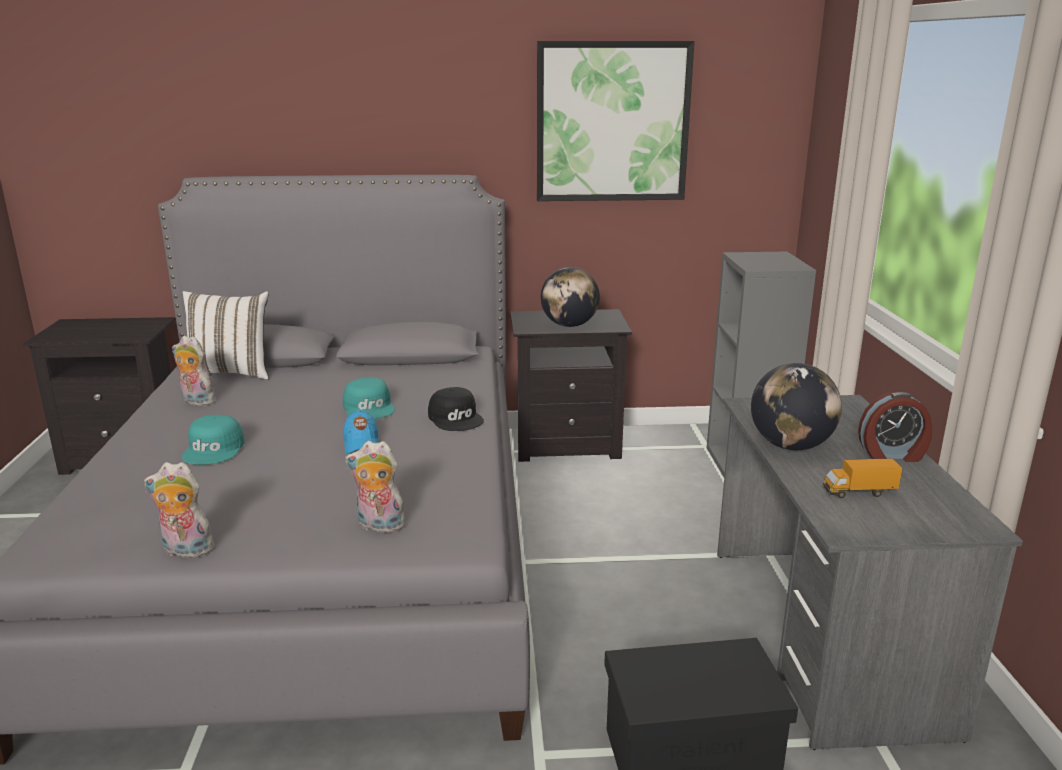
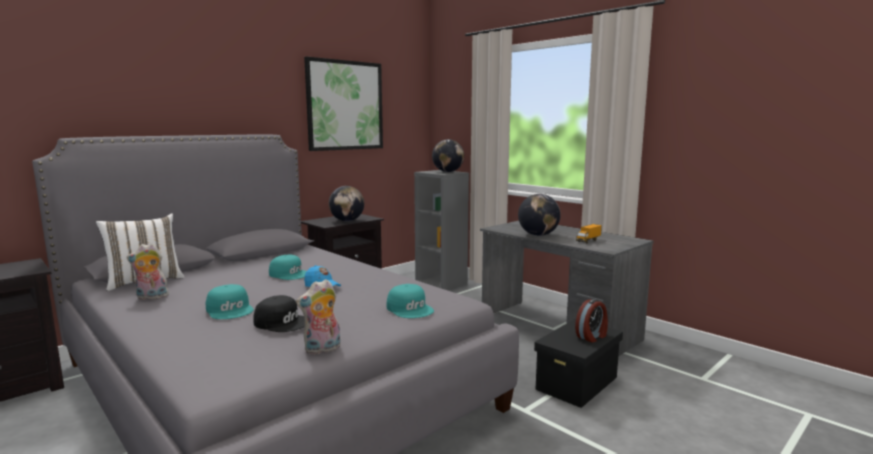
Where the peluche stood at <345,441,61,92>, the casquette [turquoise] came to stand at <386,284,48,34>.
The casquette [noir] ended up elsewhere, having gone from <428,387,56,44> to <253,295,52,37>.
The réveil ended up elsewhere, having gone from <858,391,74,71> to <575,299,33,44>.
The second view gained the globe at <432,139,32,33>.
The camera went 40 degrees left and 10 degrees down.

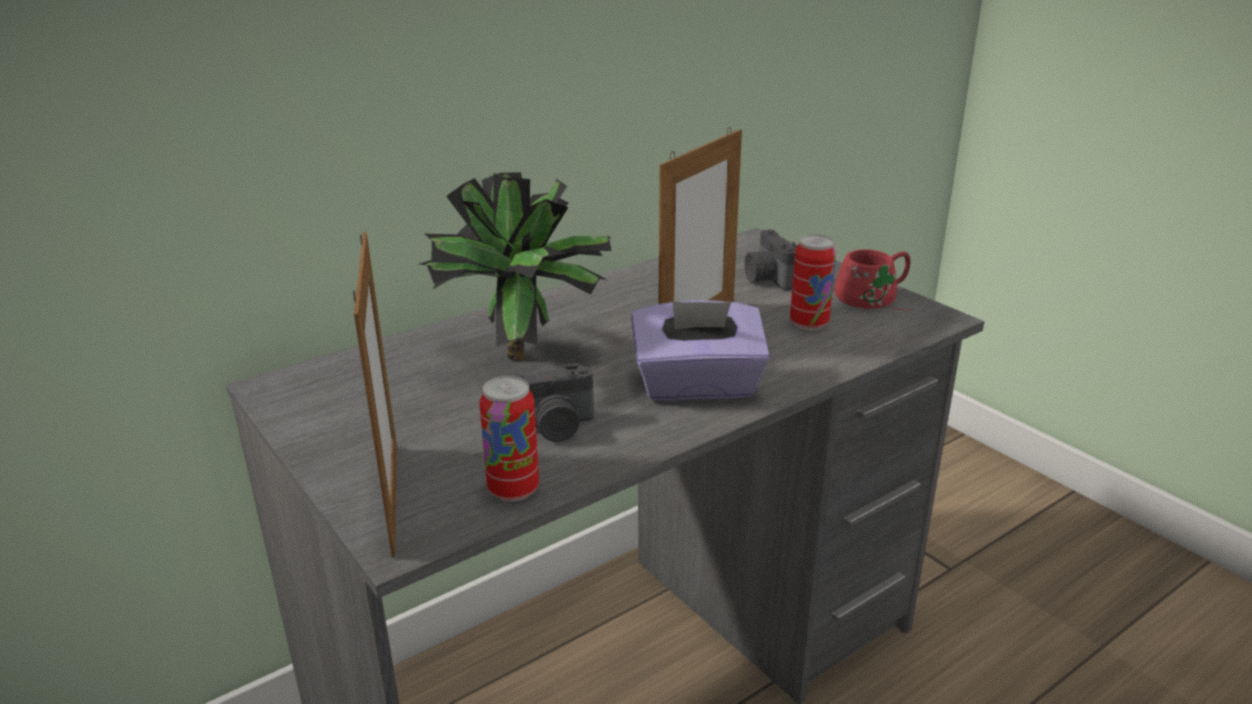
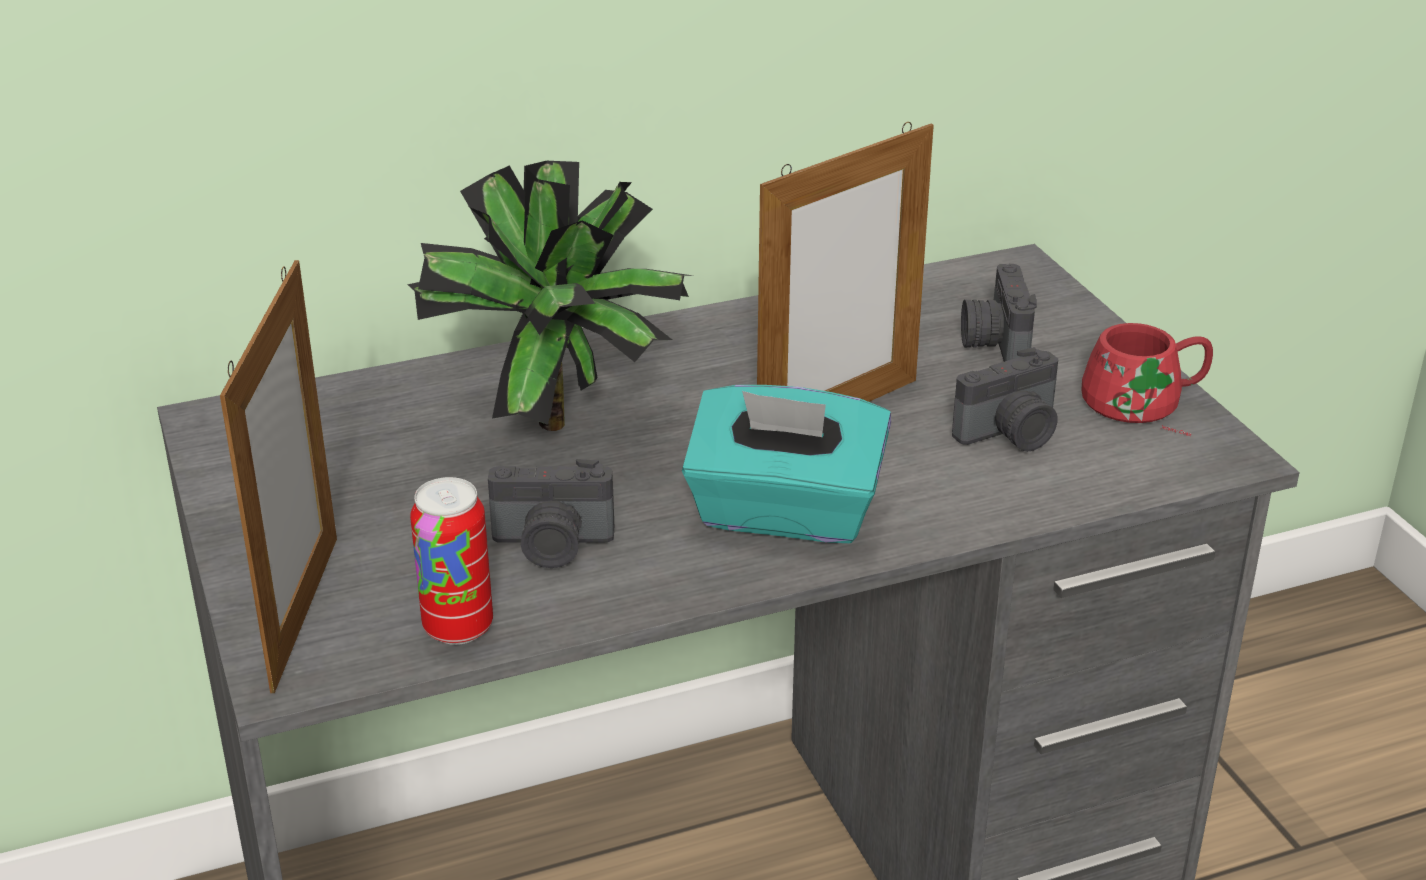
What was the boîte à mouchoirs [violet] at <631,300,139,101> turned into the boîte à mouchoirs [turquoise] at <682,385,209,158>.
Where the boîte métallique stood at <790,234,46,96>, the appareil photo came to stand at <952,347,106,105>.
The camera went 15 degrees right and 5 degrees up.

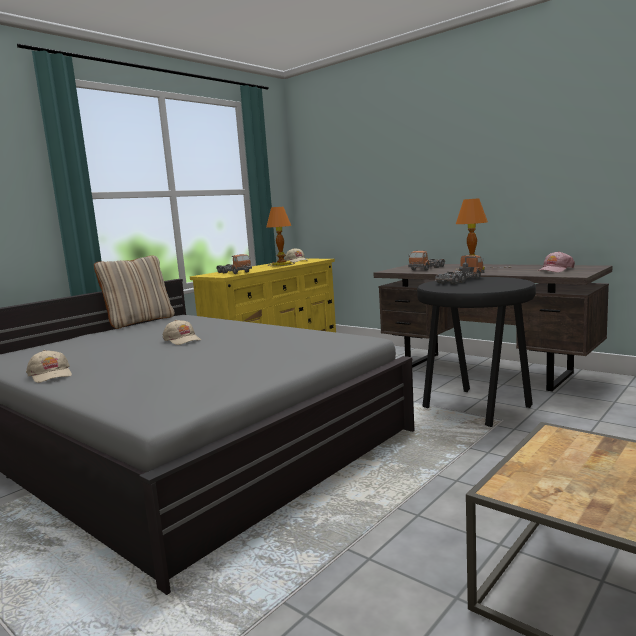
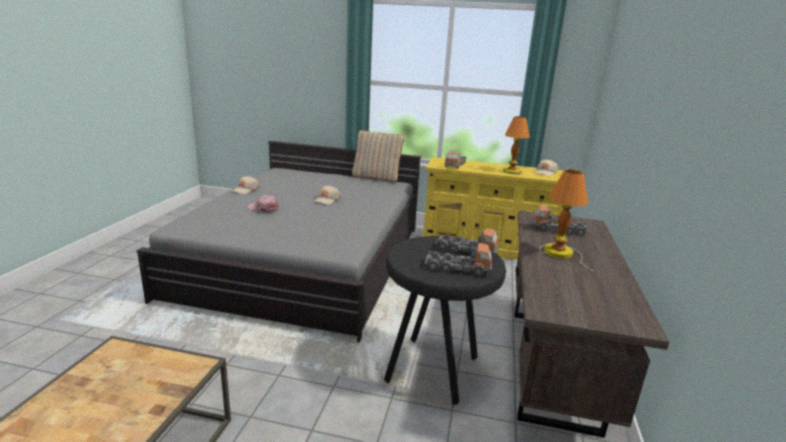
The casquette [rose] ended up elsewhere, having gone from <538,251,37,21> to <248,195,31,18>.
The second view gained the camion jouet at <425,243,67,33>.
The camera went 60 degrees right and 10 degrees up.

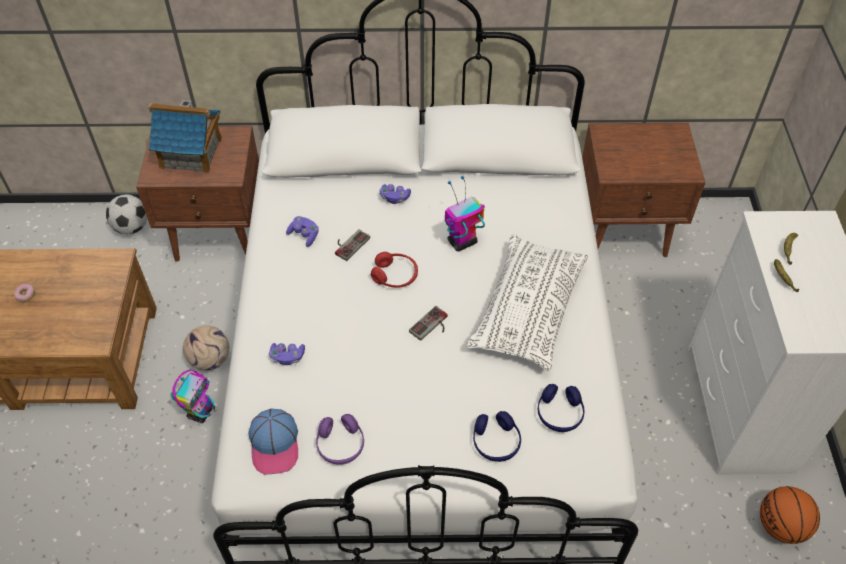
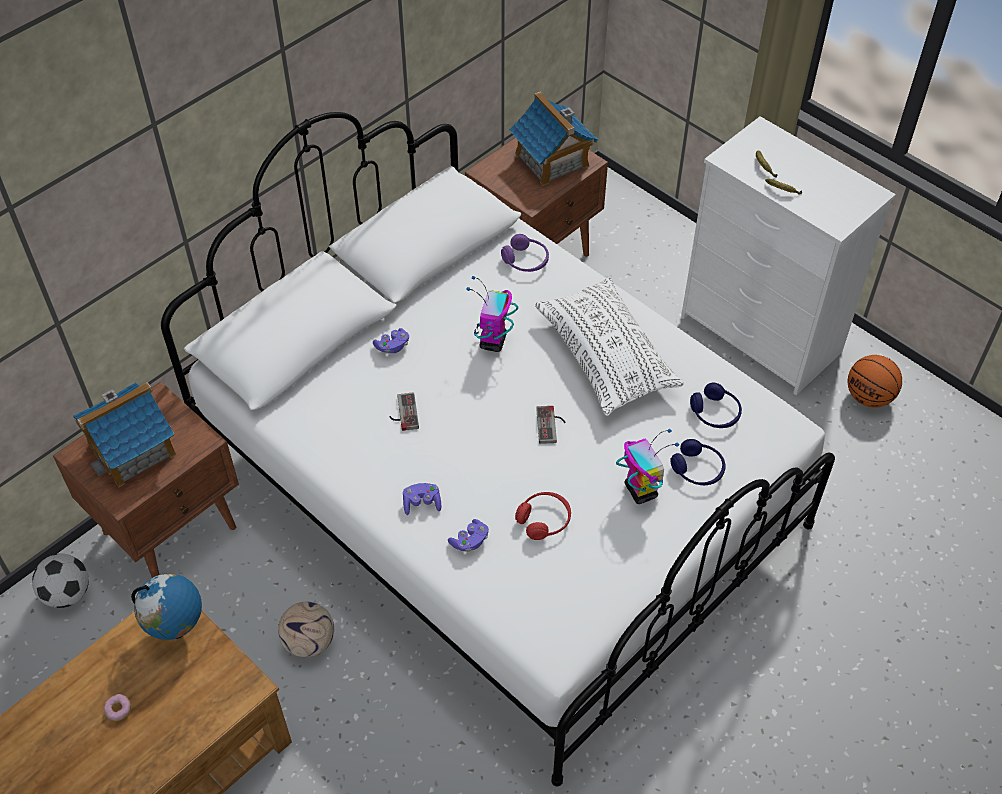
The robot jouet ended up elsewhere, having gone from <171,370,44,53> to <616,429,63,75>.
The second view lost the casquette at <248,408,50,67>.
The manette [violet] ended up elsewhere, having gone from <286,216,33,31> to <403,483,38,32>.
The casque audio [violet] ended up elsewhere, having gone from <316,414,48,51> to <501,234,48,38>.
The casque audio [rouge] ended up elsewhere, having gone from <371,252,47,36> to <515,492,56,48>.
The second view gained the globe at <131,573,71,67>.
The second view gained the maison miniature at <509,92,89,94>.
The camera went 45 degrees left and 0 degrees up.

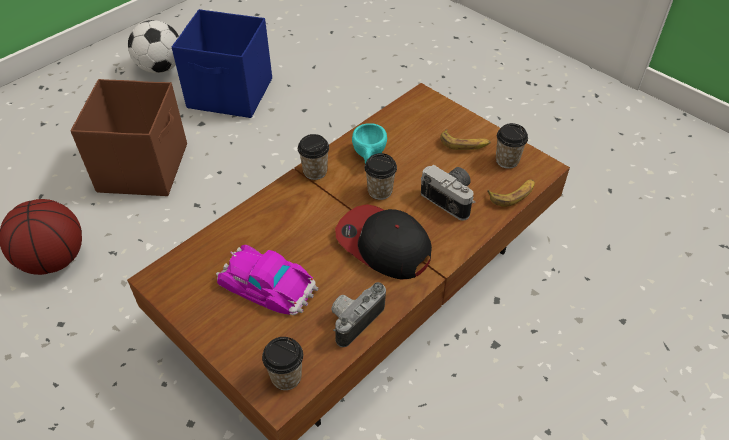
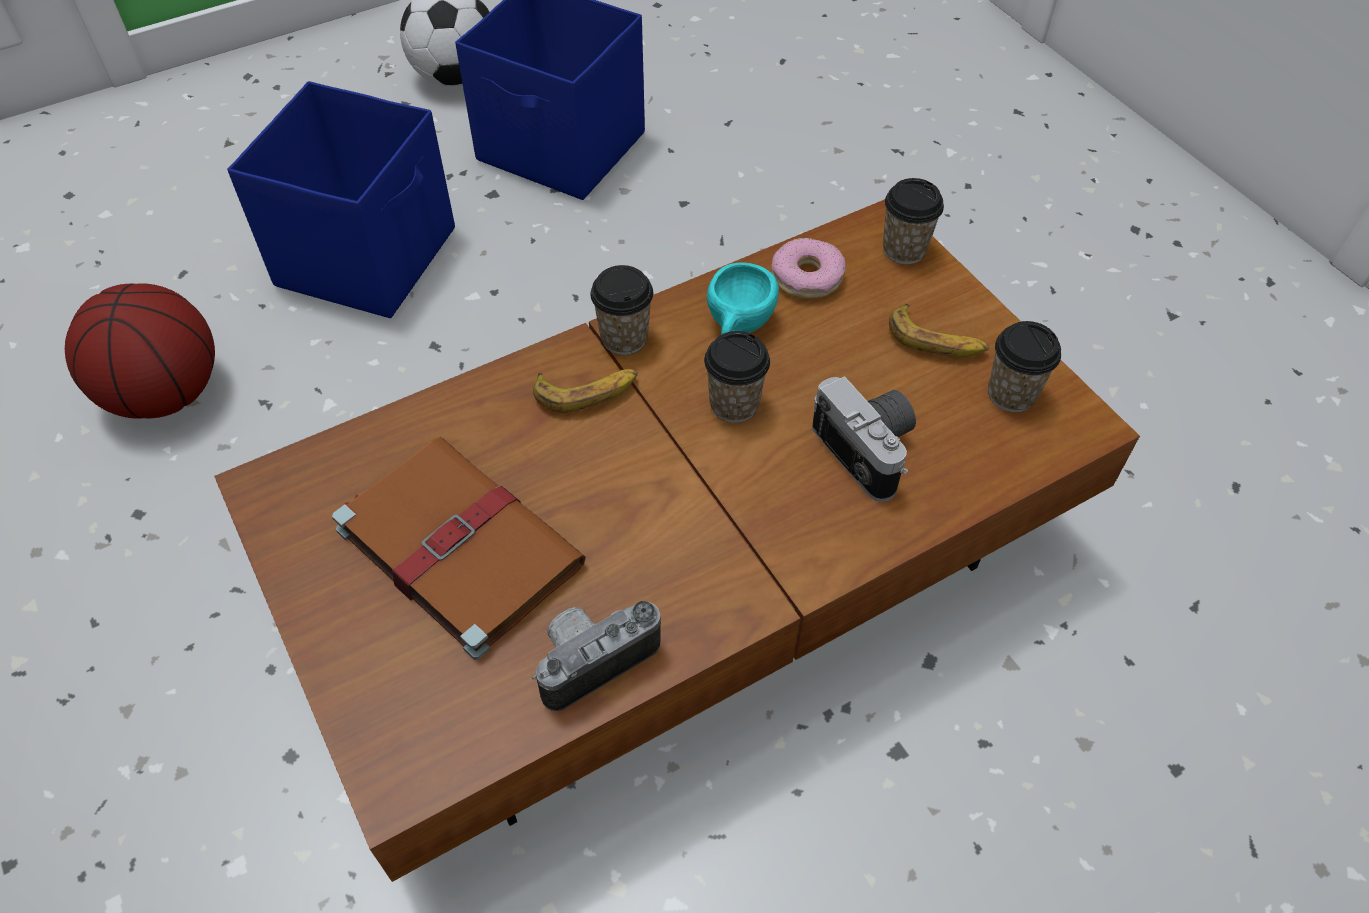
What was the boîte de rangement [marron] at <70,79,117,117> turned into the boîte de rangement [bleu] at <227,81,228,237>.
Where the petite voiture stood at <216,245,103,70>, the livre [marron] came to stand at <332,437,254,223>.
The tasse ended up elsewhere, having gone from <262,337,41,53> to <883,178,61,86>.
The second view lost the casquette at <335,204,97,75>.
The banane ended up elsewhere, having gone from <487,179,48,28> to <533,369,105,44>.
The second view gained the beignet at <772,238,74,61>.
The camera went 15 degrees right and 5 degrees up.

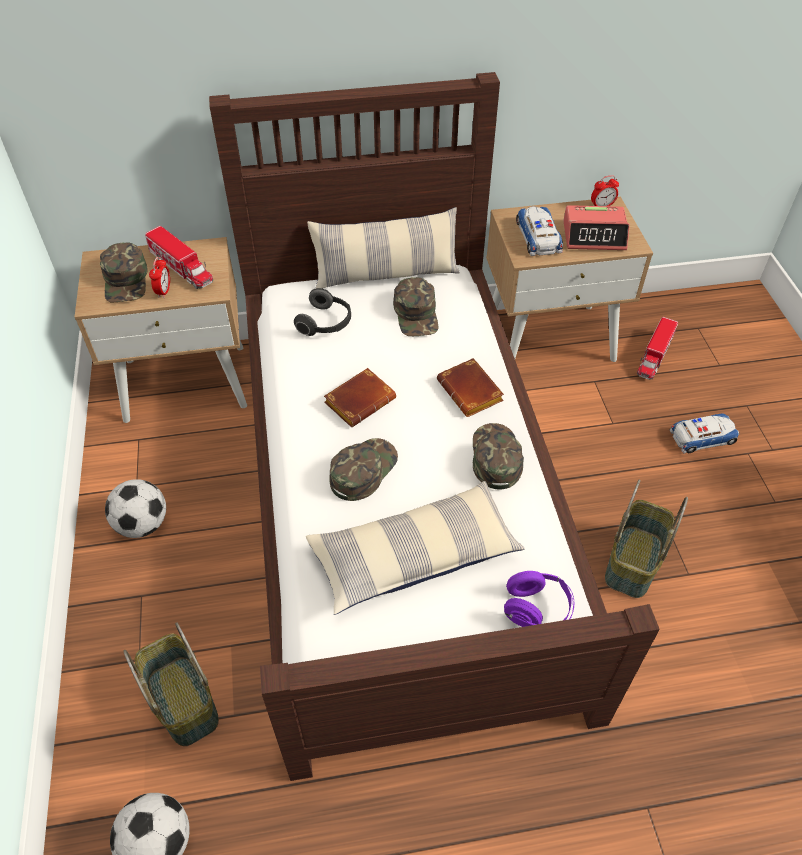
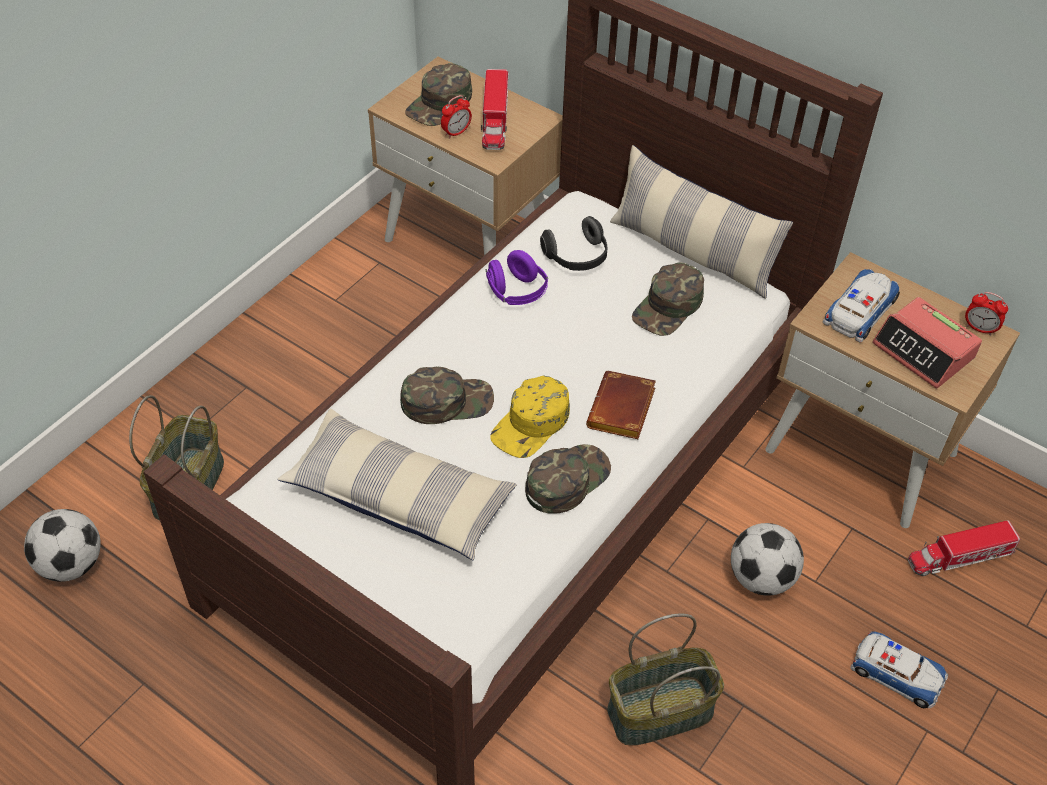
The ballon de foot ended up elsewhere, having gone from <105,479,61,59> to <731,523,73,73>.
The second view lost the livre [marron] at <324,368,72,59>.
The casque audio [violet] ended up elsewhere, having gone from <504,571,70,56> to <485,250,63,55>.
The second view gained the casquette [jaune] at <490,376,80,82>.
The camera went 45 degrees right and 0 degrees up.

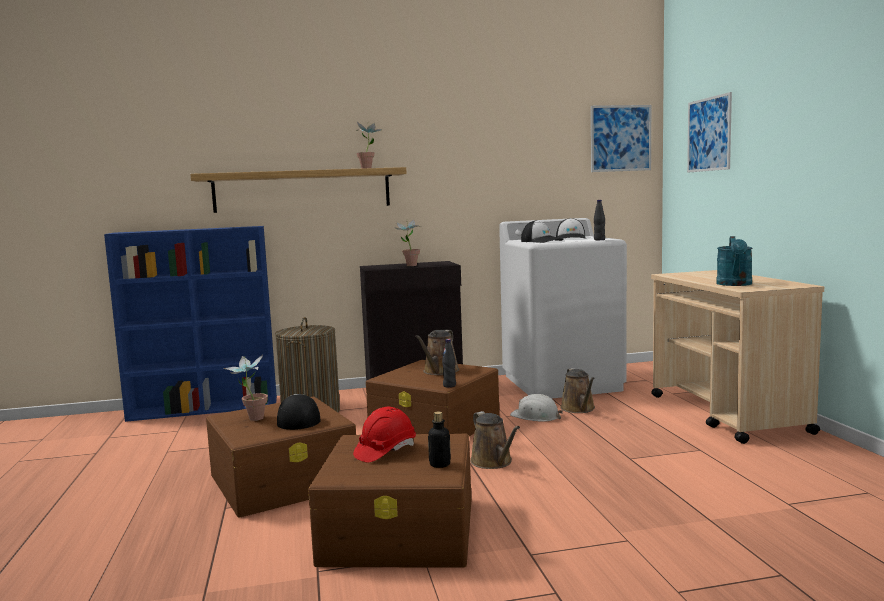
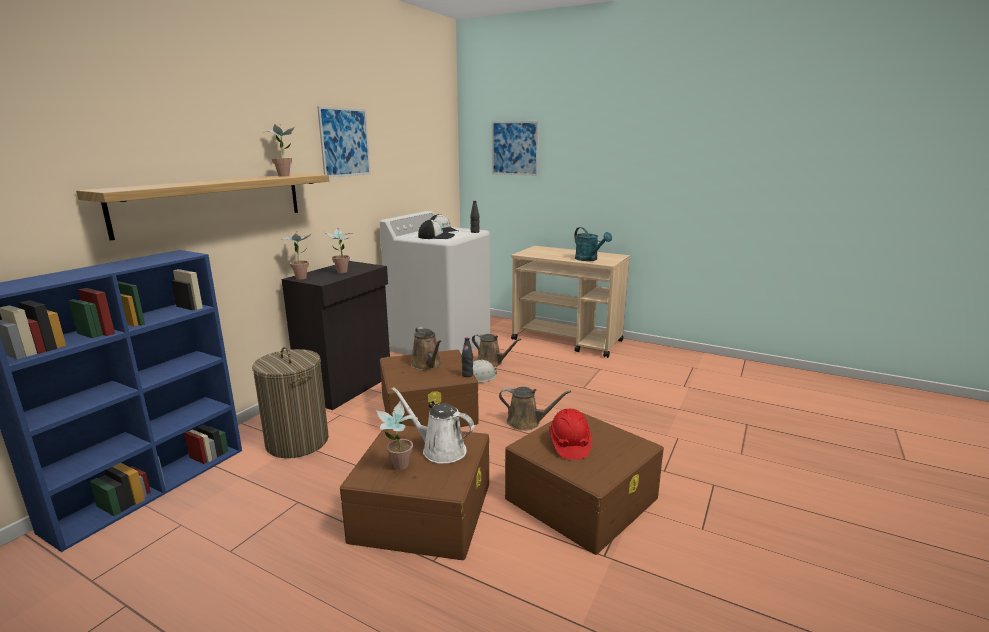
Where the casquette stood at <277,394,44,36>, the arrosoir [blanc] came to stand at <392,387,83,77>.
The second view lost the bouteille at <428,411,23,57>.
The tableau ended up elsewhere, having gone from <591,105,60,67> to <317,106,54,72>.
The second view gained the plante en pot at <281,233,31,47>.
The camera went 50 degrees left and 10 degrees up.

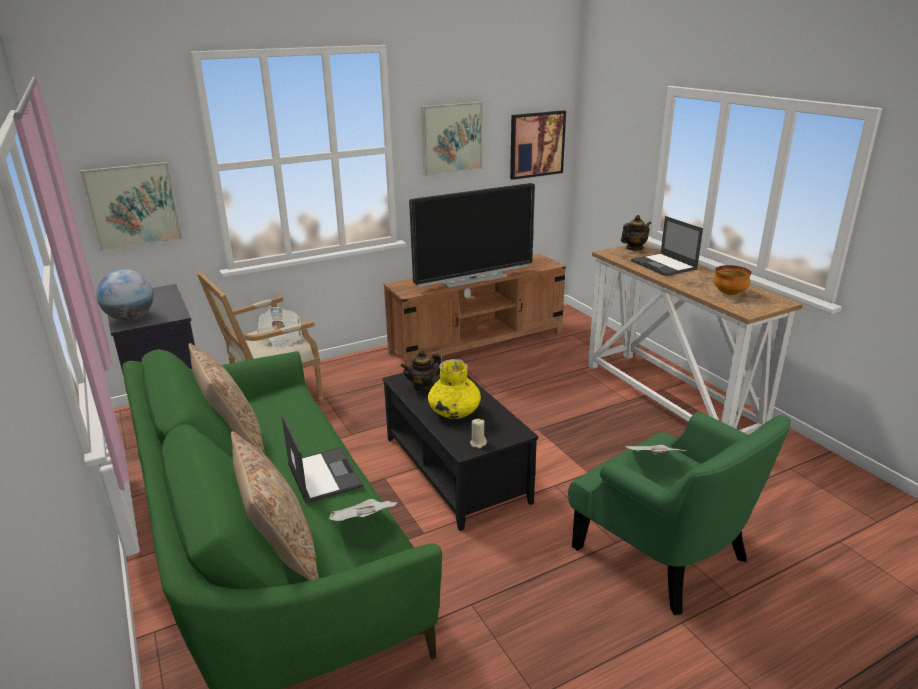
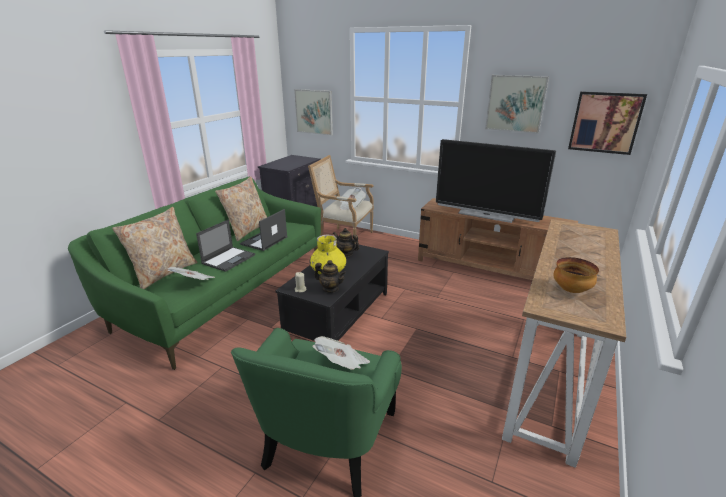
The second view lost the globe at <97,269,56,52>.
The théière ended up elsewhere, having gone from <621,215,30,35> to <314,260,32,33>.
The ordinateur portable ended up elsewhere, having gone from <631,216,72,60> to <240,209,48,42>.
The camera went 55 degrees right and 0 degrees up.

